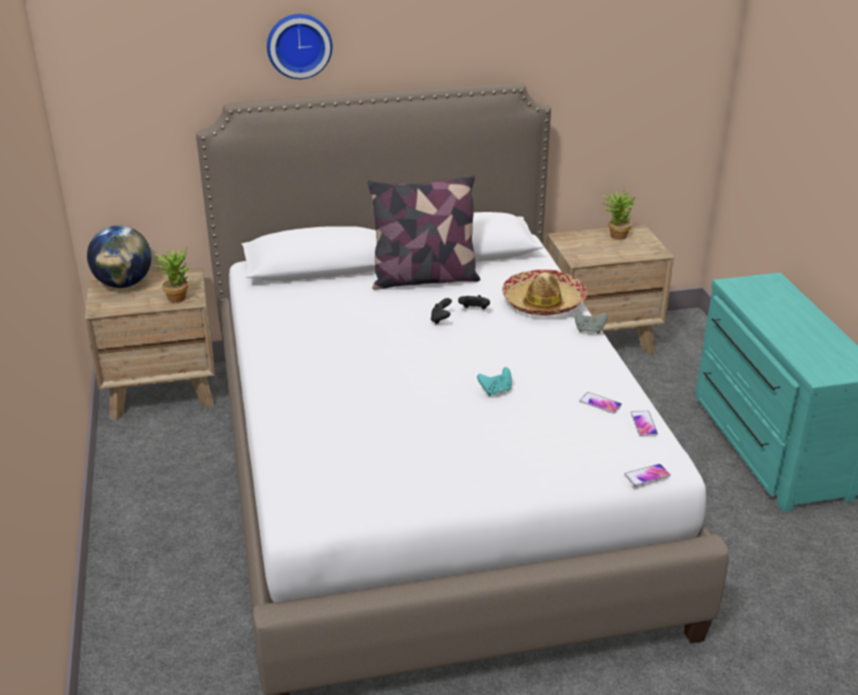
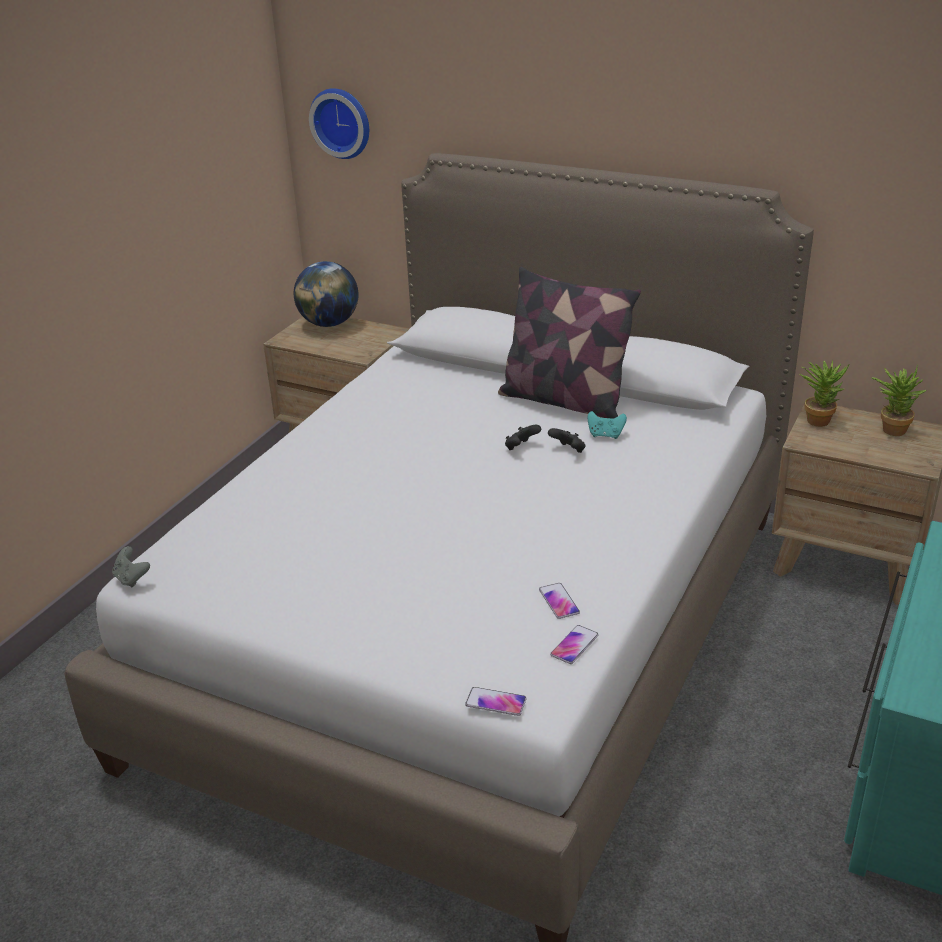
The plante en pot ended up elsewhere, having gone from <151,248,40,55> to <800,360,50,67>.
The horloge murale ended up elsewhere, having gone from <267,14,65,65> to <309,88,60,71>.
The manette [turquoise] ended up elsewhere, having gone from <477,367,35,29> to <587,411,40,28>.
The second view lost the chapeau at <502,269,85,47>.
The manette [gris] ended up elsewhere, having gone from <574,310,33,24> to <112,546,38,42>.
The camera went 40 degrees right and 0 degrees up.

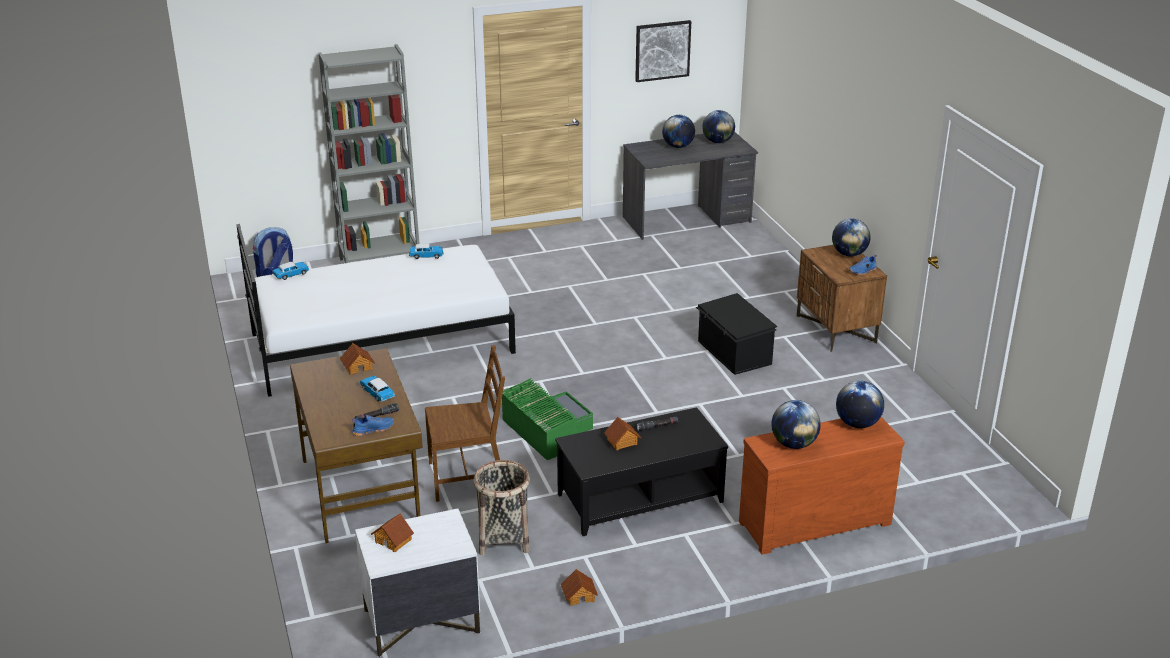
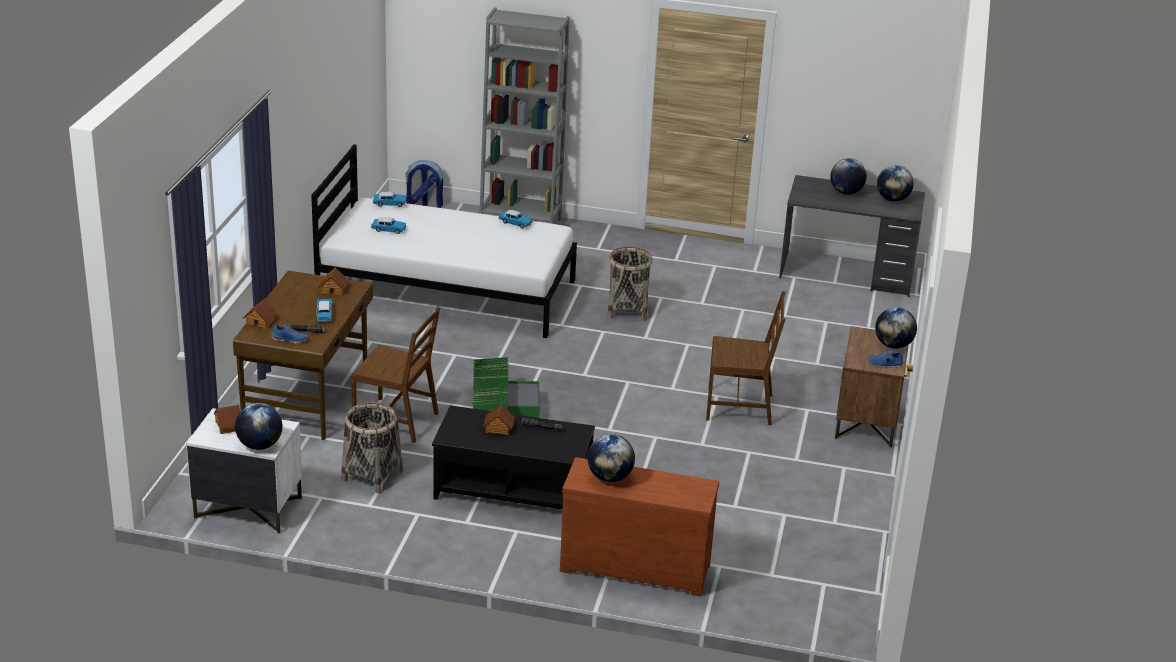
The maison miniature ended up elsewhere, having gone from <561,569,37,37> to <243,299,34,30>.
The second view lost the tableau at <635,20,56,62>.
Where the boîte de rangement [noir] stood at <696,293,81,82>, the chaise [marron] came to stand at <706,291,80,134>.
The globe ended up elsewhere, having gone from <836,381,48,47> to <235,403,48,47>.
The second view gained the petite voiture at <371,217,35,17>.
The second view gained the panier at <607,246,46,75>.
The camera went 30 degrees right and 0 degrees up.

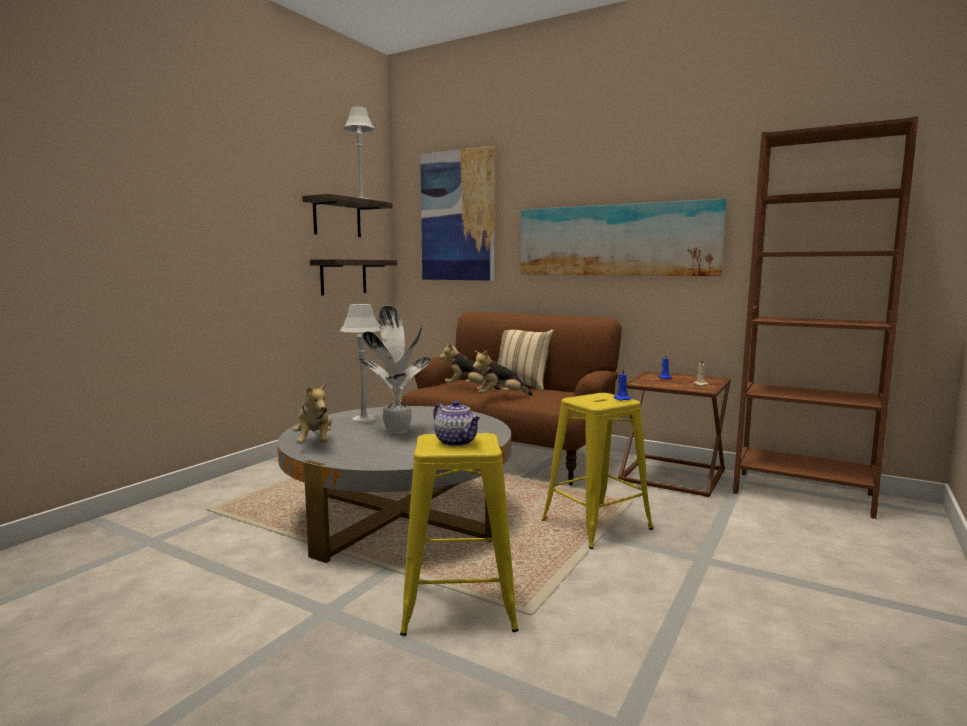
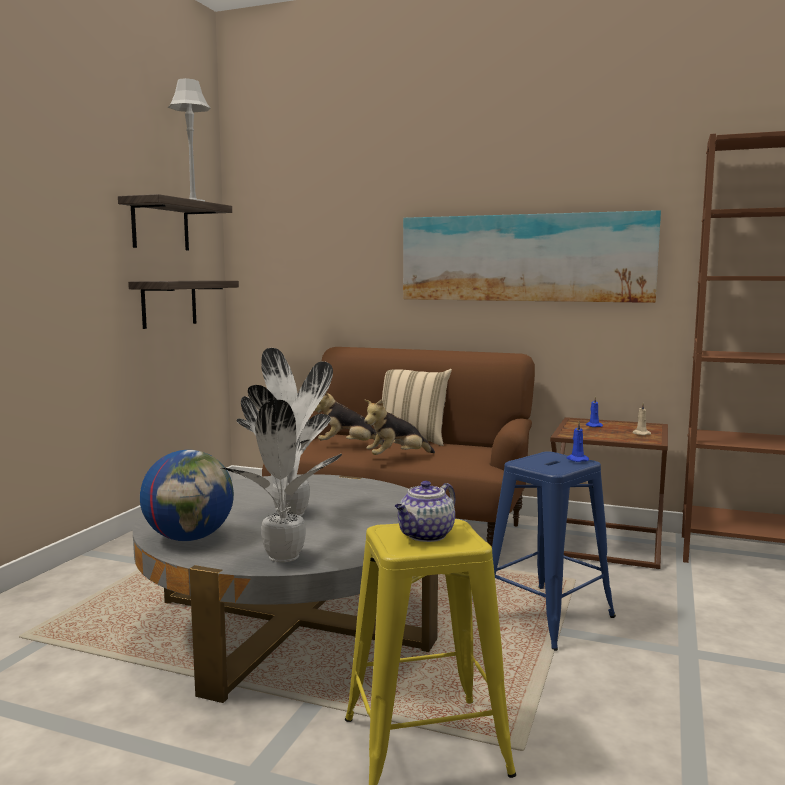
Where the peluche stood at <293,383,39,59>, the globe came to stand at <140,450,94,91>.
The second view lost the lampe de table [gris] at <339,304,41,119>.
The second view lost the tableau at <420,146,75,134>.
The théière at <433,400,47,46> ended up facing another way, 90 degrees clockwise from before.
What was the tabouret [jaune] at <542,393,112,156> turned into the tabouret [bleu] at <492,452,124,199>.
The second view gained the plante en pot at <221,362,121,200>.
The camera went 10 degrees left and 0 degrees up.

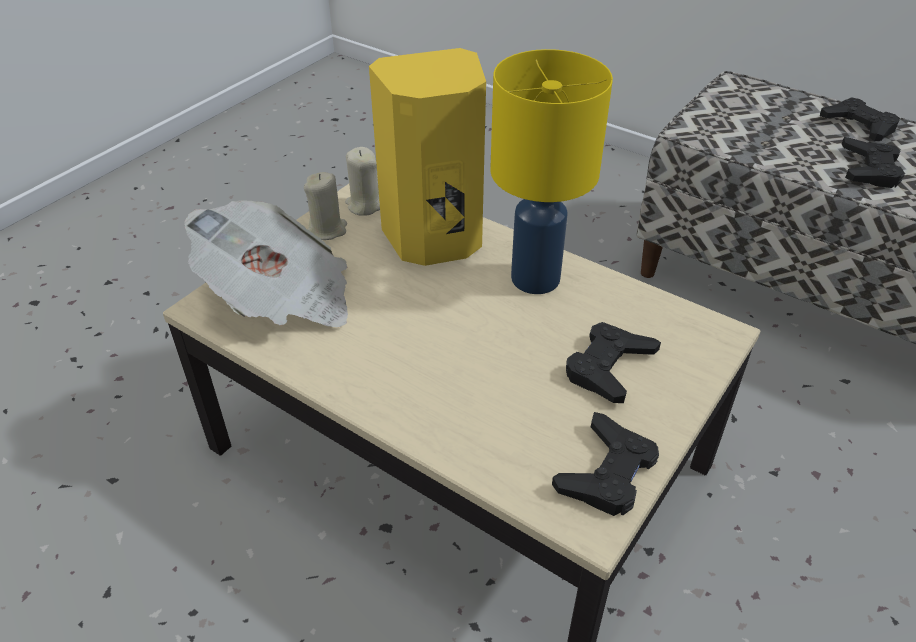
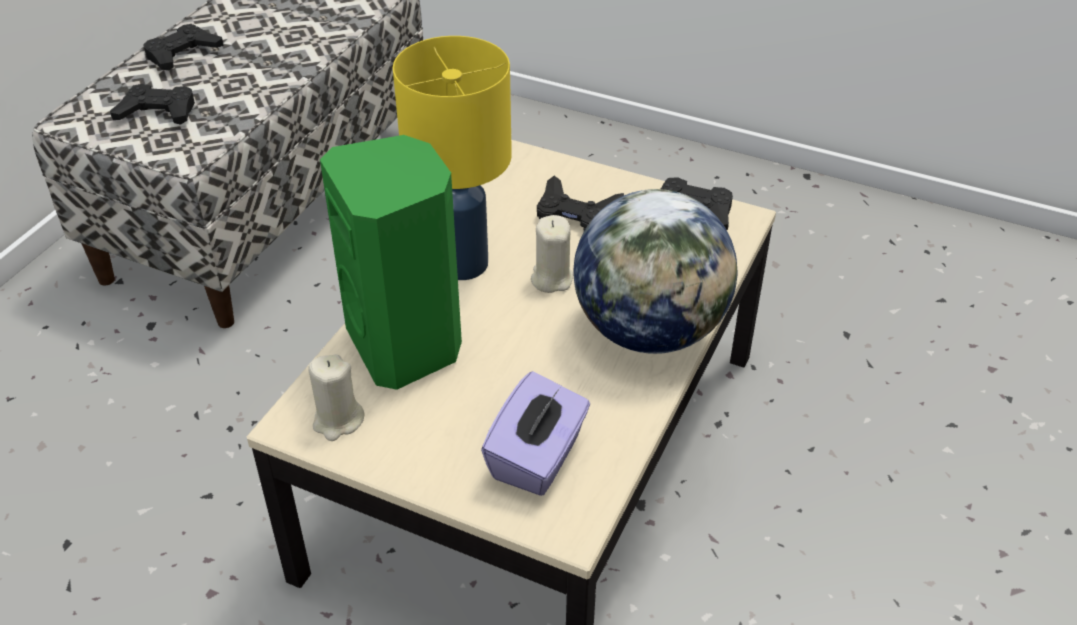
Where the journal stood at <184,200,164,127>, the boîte à mouchoirs [violet] came to stand at <481,371,109,125>.
The bougie [beige] ended up elsewhere, having gone from <304,172,43,68> to <531,215,42,78>.
What was the enceinte [jaune] at <369,48,117,218> turned into the enceinte [vert] at <320,135,142,255>.
The manette [noir] ended up elsewhere, having gone from <842,137,63,51> to <110,84,85,41>.
The second view gained the globe at <573,189,164,165>.
The camera went 100 degrees left and 0 degrees up.

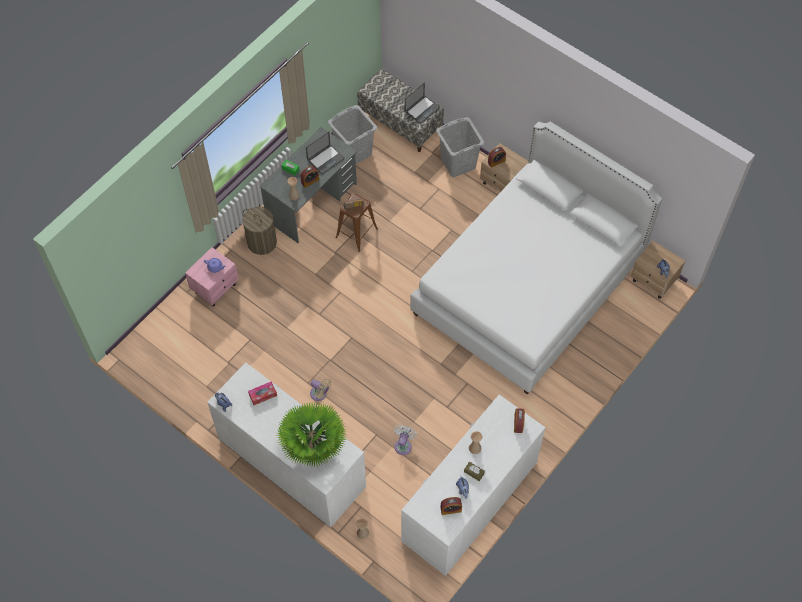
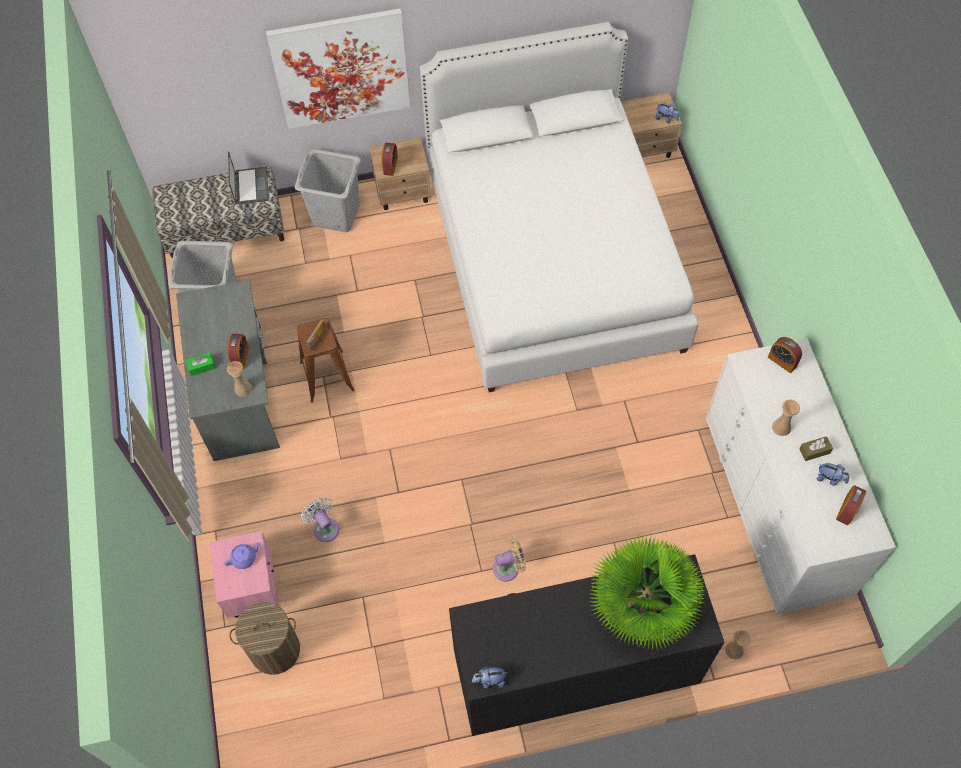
What was the commode [blanc] at <207,362,159,166> turned into the commode [noir] at <449,554,275,182>.
The panier à linge ended up elsewhere, having gone from <242,206,35,49> to <230,602,70,73>.
The second view lost the boîte à mouchoirs at <248,381,29,24>.
The second view lost the ordinateur portable at <306,132,39,43>.
The ventilateur [blanc] ended up elsewhere, having gone from <394,425,23,30> to <301,497,38,45>.
The second view gained the tableau at <266,8,145,121>.
The camera went 50 degrees left and 0 degrees up.

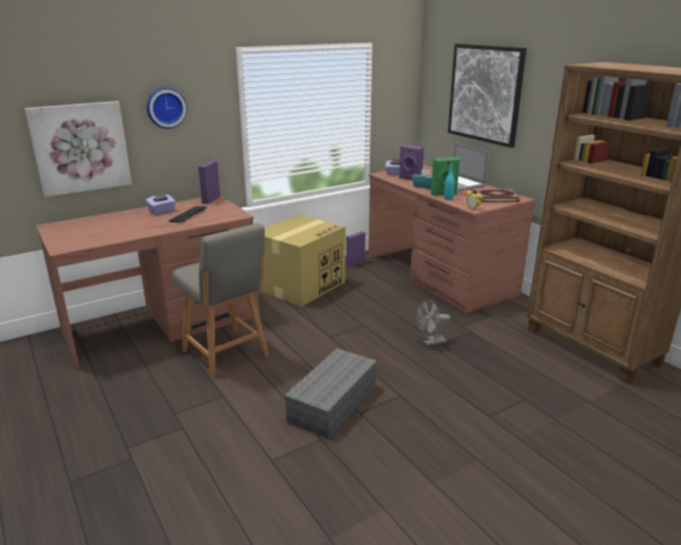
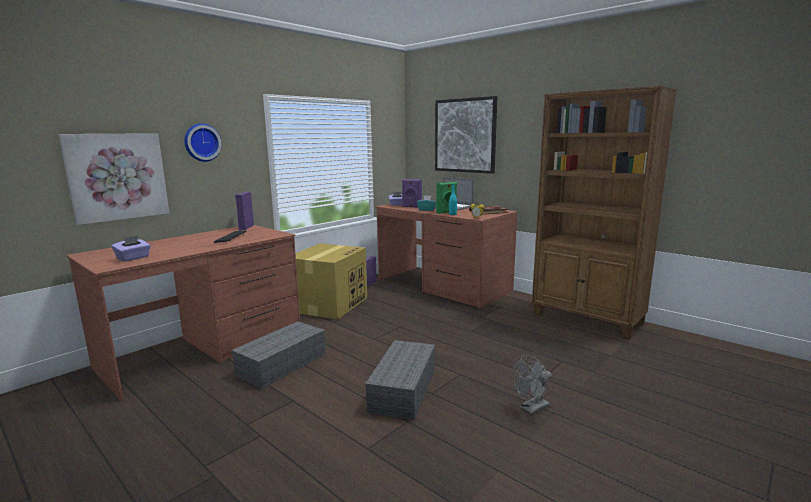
The boîte à mouchoirs [violet] ended up elsewhere, having gone from <145,192,31,23> to <112,236,39,25>.
Where the chaise [gris] stood at <172,223,97,156>, the boîte de rangement [gris] came to stand at <231,321,95,68>.
The ventilateur [gris] ended up elsewhere, having gone from <417,299,34,47> to <512,355,40,59>.
The camera went 15 degrees left and 10 degrees down.

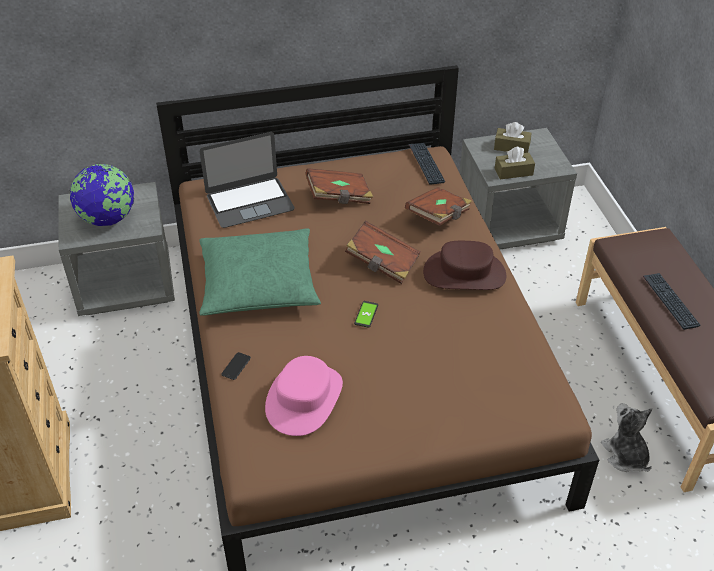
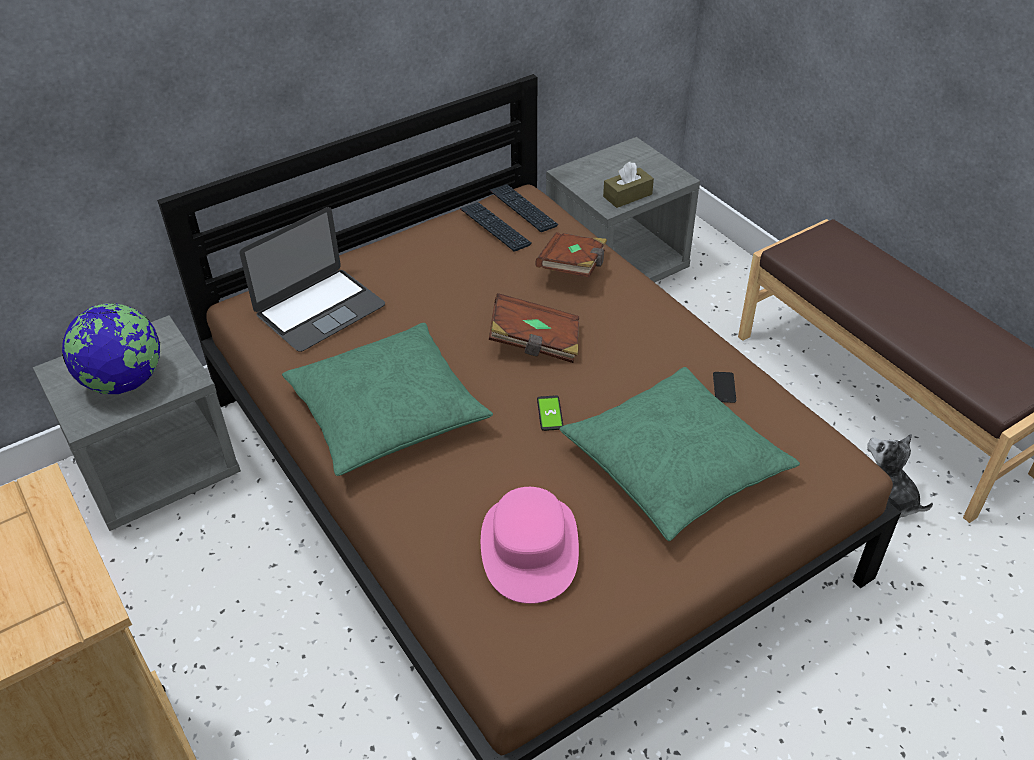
The téléphone ended up elsewhere, having gone from <221,352,30,28> to <713,372,23,31>.
The second view lost the livre [marron] at <305,168,68,36>.
The second view lost the chapeau [marron] at <423,240,83,50>.
The second view lost the boîte à mouchoirs [marron] at <494,122,37,31>.
The clavier ended up elsewhere, having gone from <643,273,57,57> to <460,202,71,50>.
The second view gained the coussin [vert] at <560,367,240,174>.
The camera went 20 degrees left and 0 degrees up.

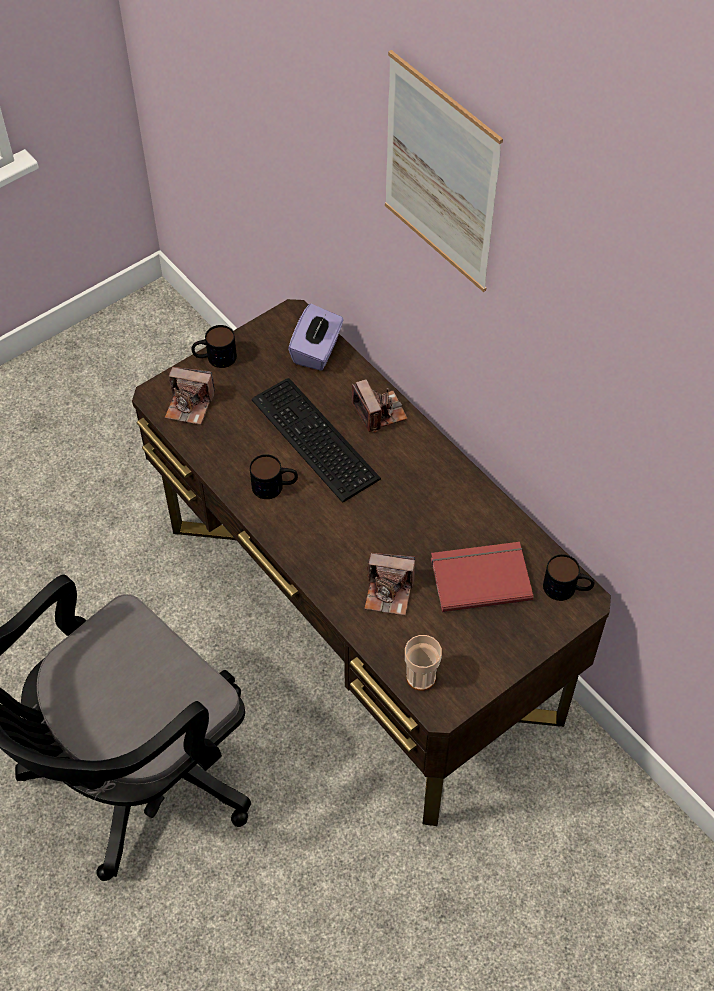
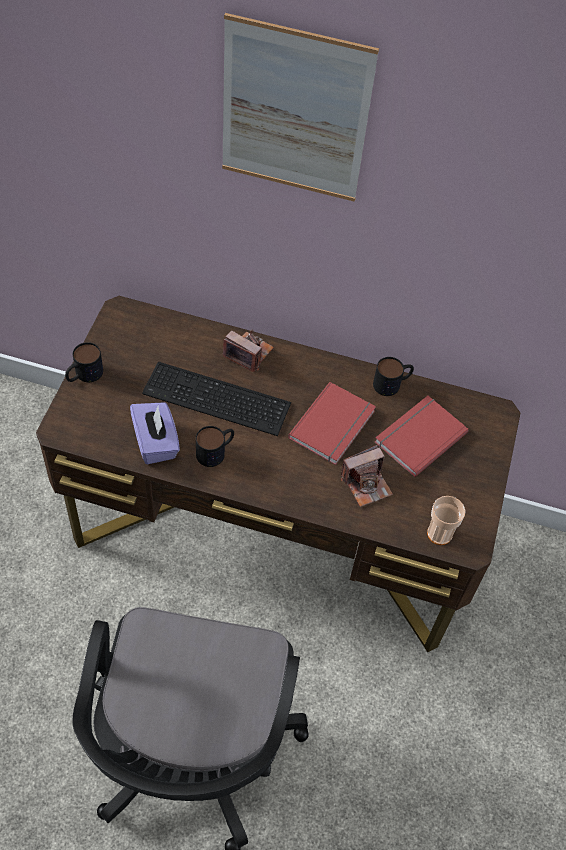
The second view lost the appareil photo at <165,367,50,58>.
The boîte à mouchoirs [violet] ended up elsewhere, having gone from <288,304,56,67> to <130,402,50,62>.
The mug ended up elsewhere, having gone from <543,554,51,47> to <373,357,41,39>.
The second view gained the livre [rouge] at <288,382,88,83>.
The camera went 40 degrees left and 0 degrees up.

